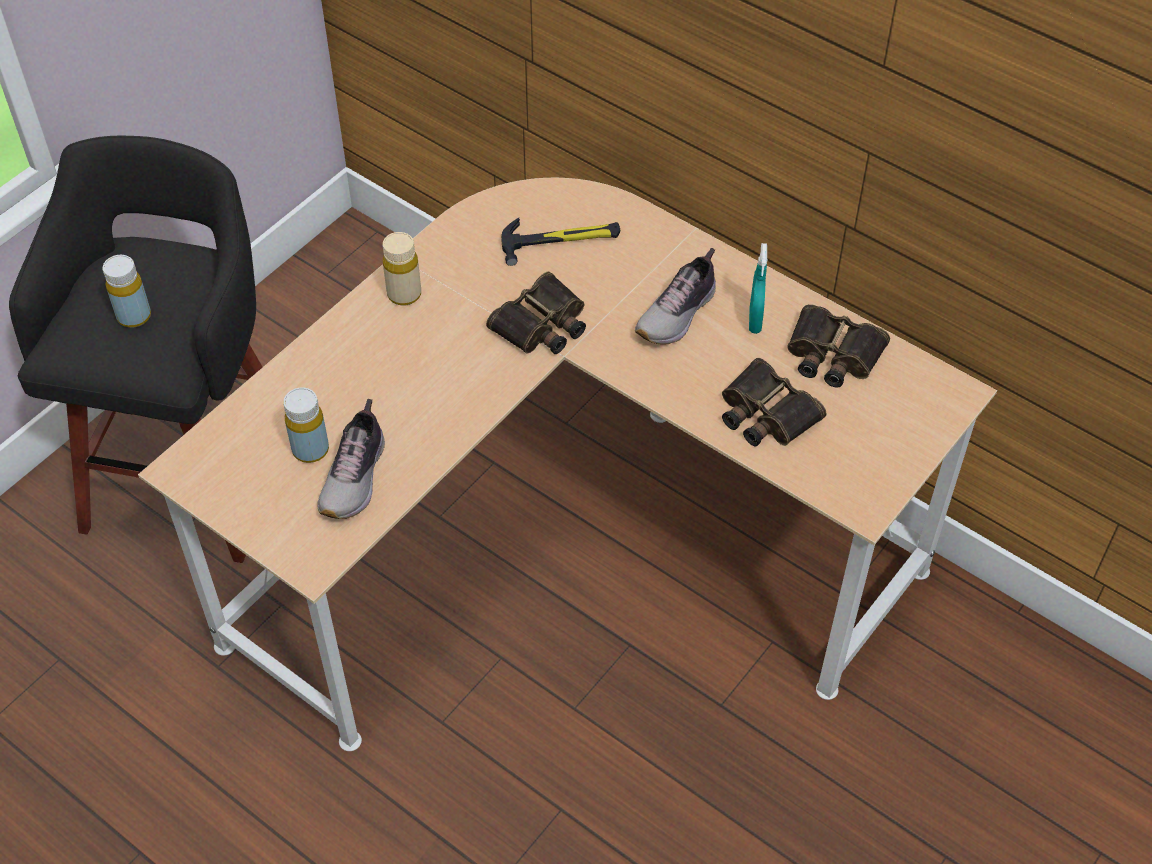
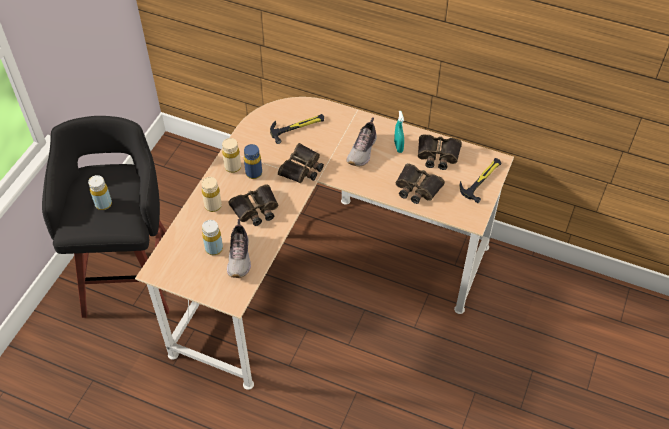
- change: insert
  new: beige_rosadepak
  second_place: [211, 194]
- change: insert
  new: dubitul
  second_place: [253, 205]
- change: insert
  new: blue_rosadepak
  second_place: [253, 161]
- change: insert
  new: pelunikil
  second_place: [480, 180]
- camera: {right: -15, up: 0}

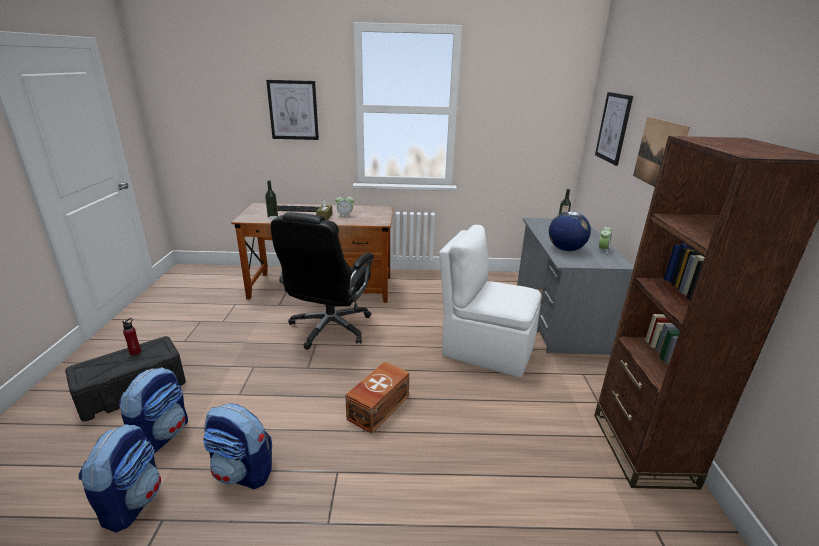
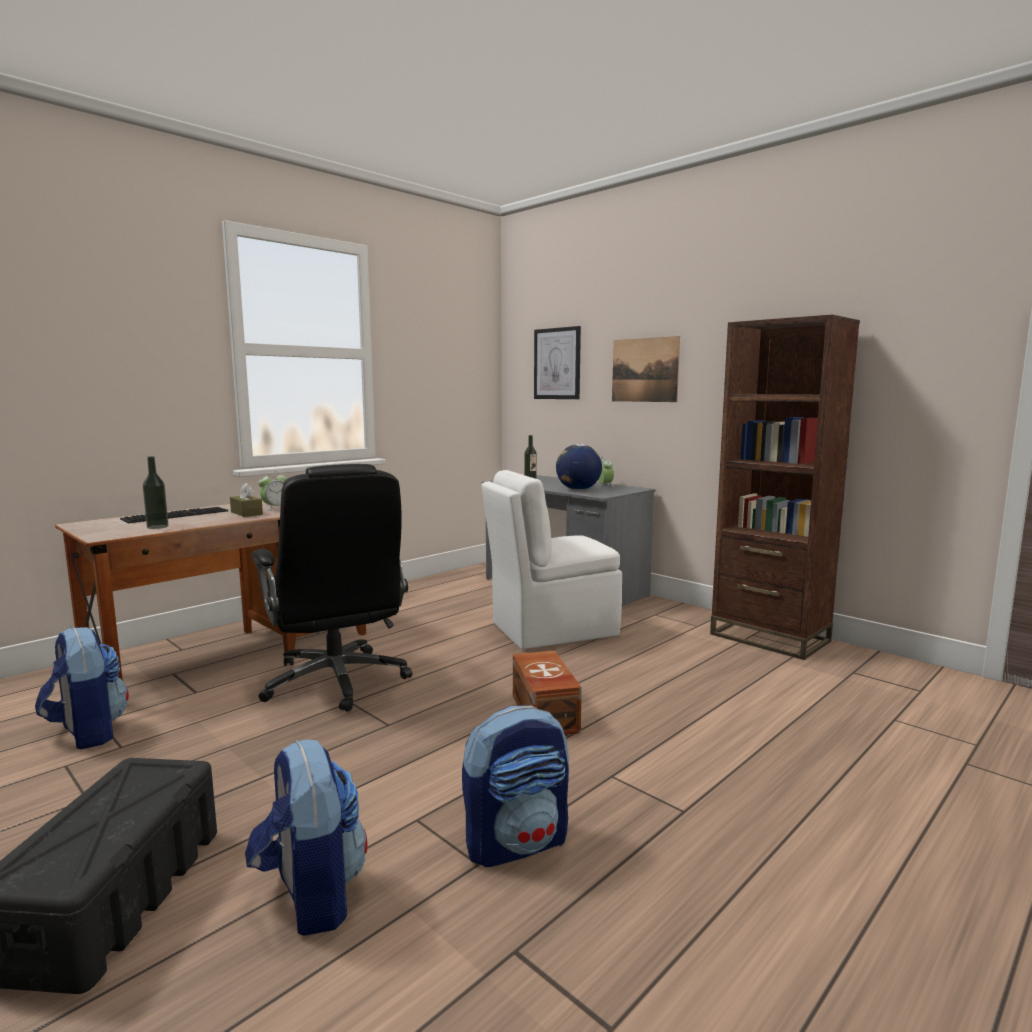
- change: move
  old: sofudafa
  first_place: [120, 478]
  second_place: [82, 688]
- change: delete
  old: red_rosadepak
  first_place: [131, 336]
- change: delete
  old: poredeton
  first_place: [292, 110]
- camera: {right: -45, up: -15}

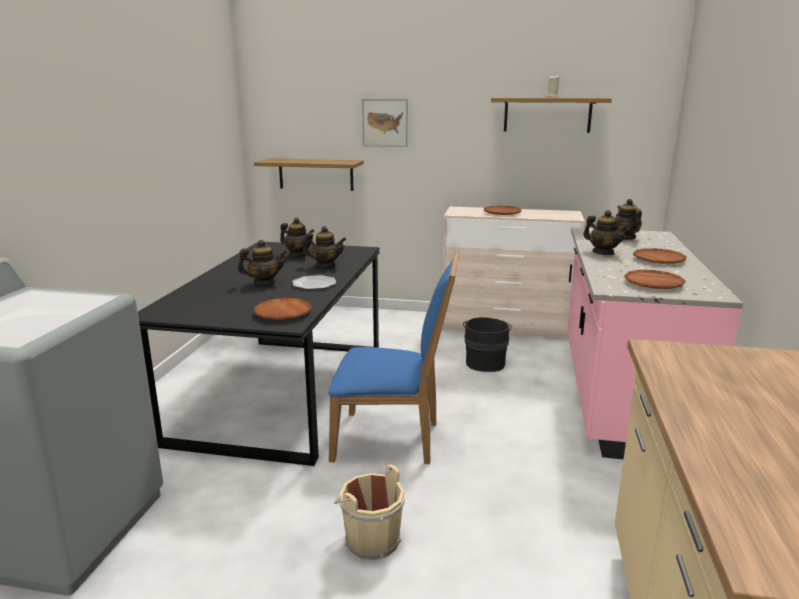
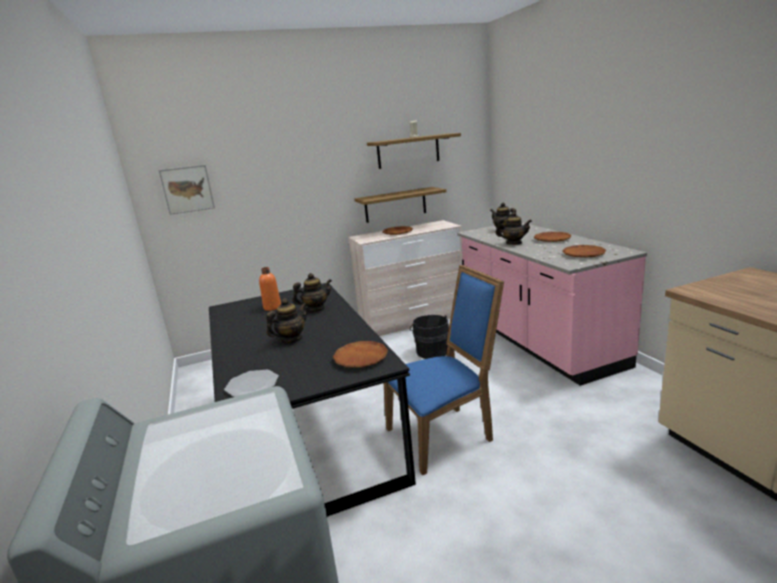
- change: move
  old: poredeton
  first_place: [385, 123]
  second_place: [187, 190]
- change: move
  old: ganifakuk
  first_place: [314, 282]
  second_place: [251, 383]
- change: replace
  old: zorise
  new: orange_rosadepak
  first_place: [297, 237]
  second_place: [270, 289]
- change: move
  old: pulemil
  first_place: [309, 174]
  second_place: [400, 205]
- change: delete
  old: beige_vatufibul
  first_place: [369, 512]
- camera: {right: -30, up: 0}

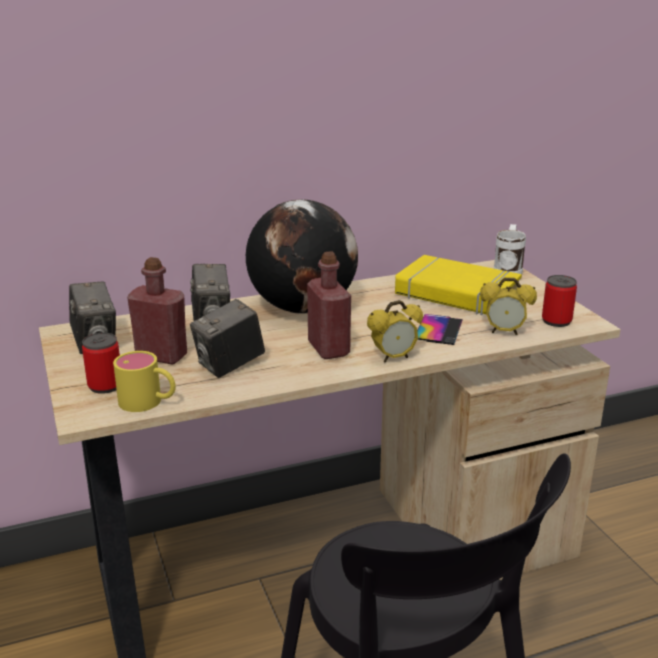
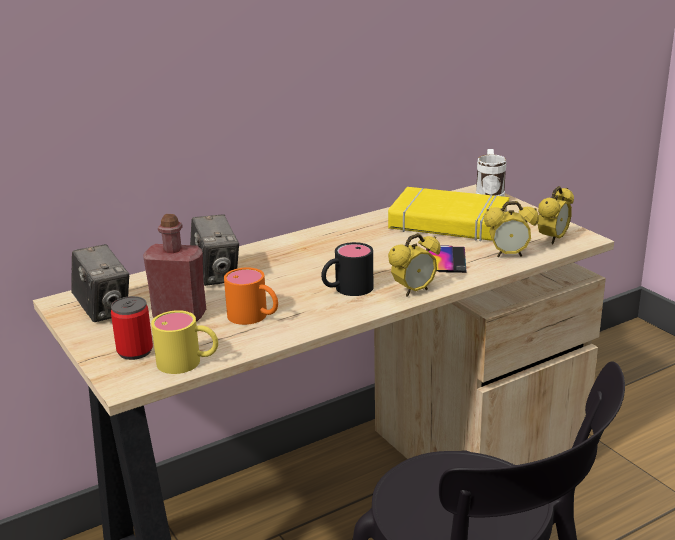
- change: replace
  old: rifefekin
  new: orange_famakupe
  first_place: [227, 338]
  second_place: [251, 296]
- change: replace
  old: red_rosadepak
  new: black_famakupe
  first_place: [329, 305]
  second_place: [347, 269]
- change: replace
  old: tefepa
  new: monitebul
  first_place: [559, 301]
  second_place: [556, 215]
- change: delete
  old: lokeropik
  first_place: [302, 257]
- camera: {right: -10, up: 0}

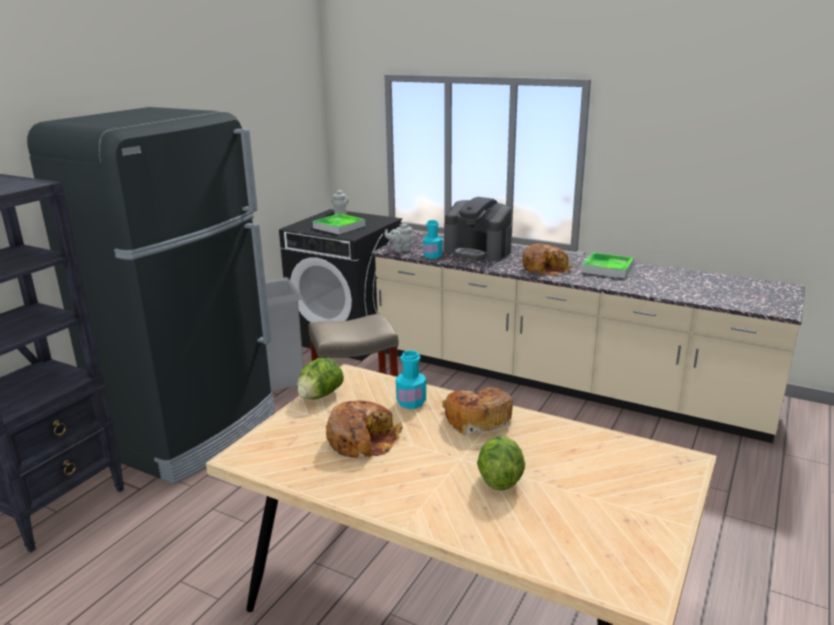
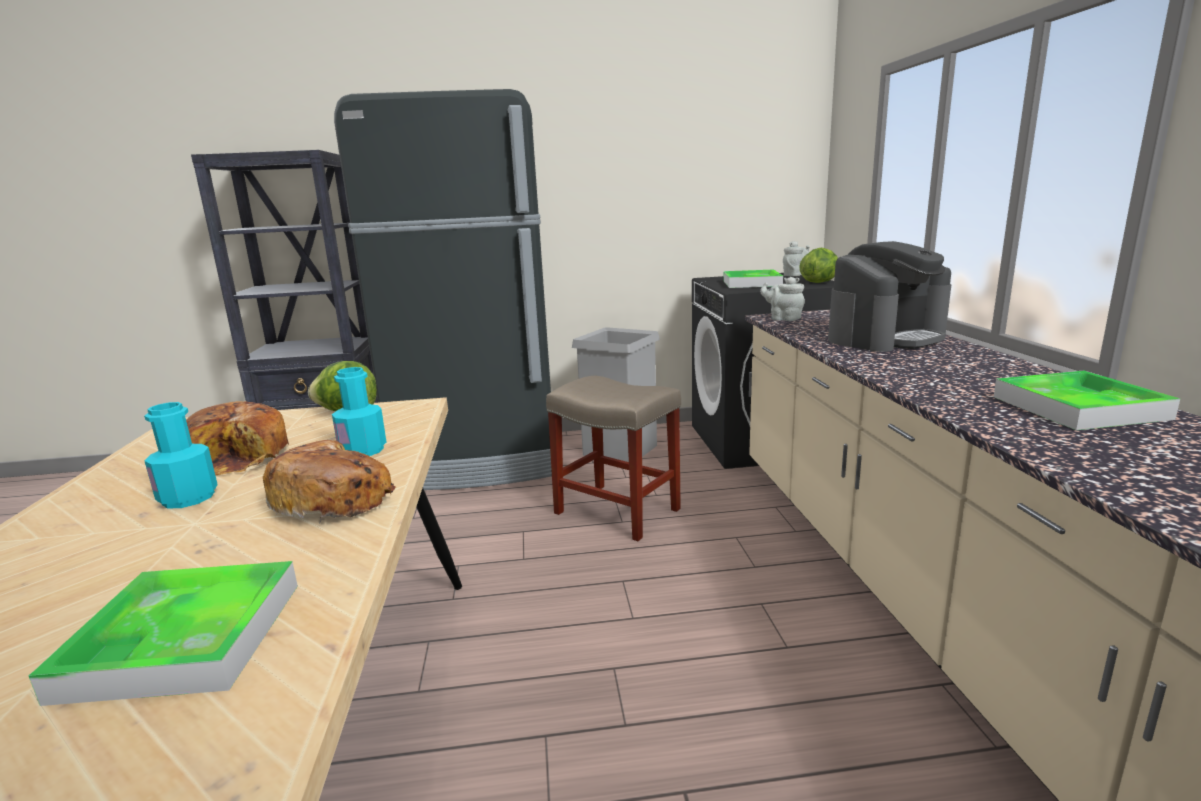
- change: insert
  new: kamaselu
  second_place: [163, 633]
- change: move
  old: turquoise_rosadepak
  first_place: [432, 239]
  second_place: [181, 455]
- change: move
  old: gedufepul
  first_place: [501, 463]
  second_place: [818, 265]
- change: rotate
  old: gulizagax
  first_place: [478, 229]
  second_place: [889, 296]
  degrees: -120
- change: delete
  old: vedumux
  first_place: [547, 260]
- camera: {right: 55, up: -5}

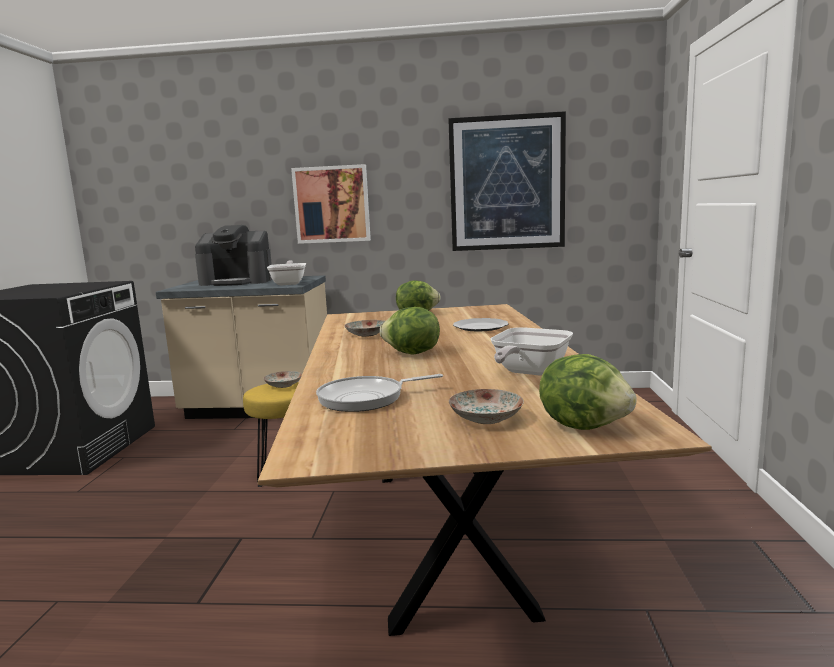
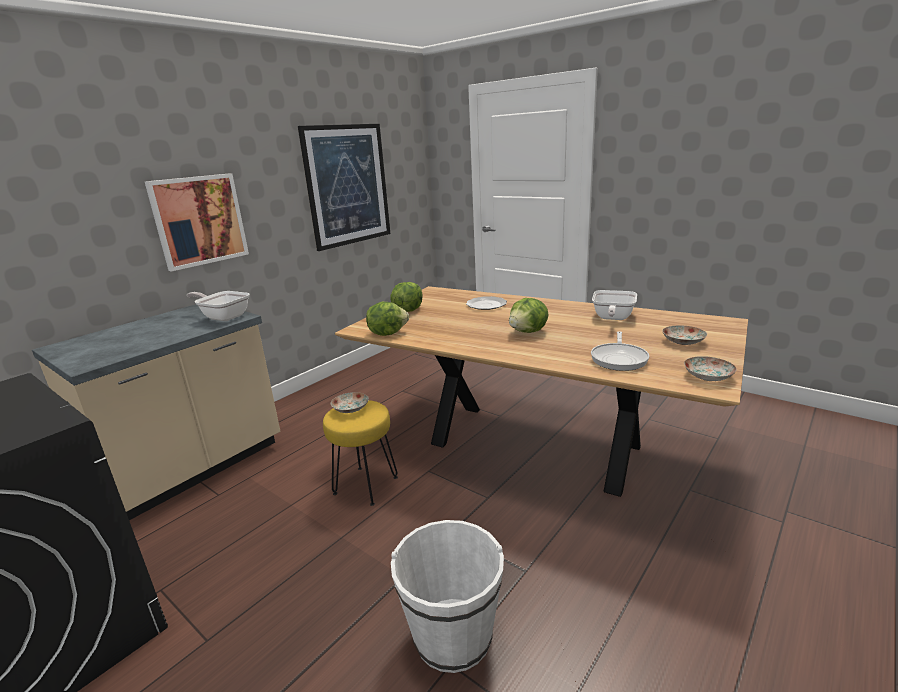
- change: move
  old: gedufepul
  first_place: [588, 392]
  second_place: [387, 319]
- change: insert
  new: white_vatufibul
  second_place: [447, 596]
- change: rotate
  old: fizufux
  first_place: [532, 351]
  second_place: [614, 305]
  degrees: 45
- change: move
  old: ganifakuk
  first_place: [364, 328]
  second_place: [710, 368]
- change: delete
  old: gulizagax
  first_place: [233, 255]
- camera: {right: -55, up: 10}

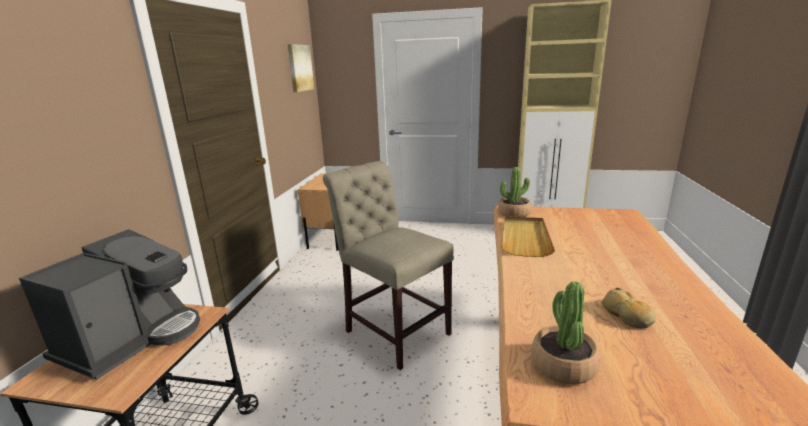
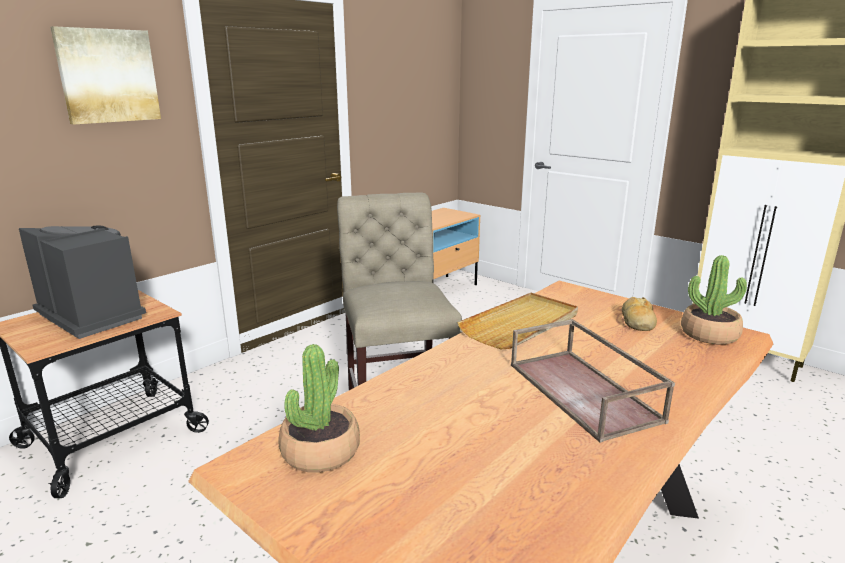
- change: rotate
  old: gulizagax
  first_place: [109, 304]
  second_place: [82, 282]
  degrees: -105
- change: move
  old: poredeton
  first_place: [301, 68]
  second_place: [105, 75]
- change: insert
  new: brown_kamaselu
  second_place: [593, 381]
- change: move
  old: vedumux
  first_place: [628, 308]
  second_place: [639, 314]
- change: move
  old: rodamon
  first_place: [514, 192]
  second_place: [714, 299]
- camera: {right: 30, up: 0}

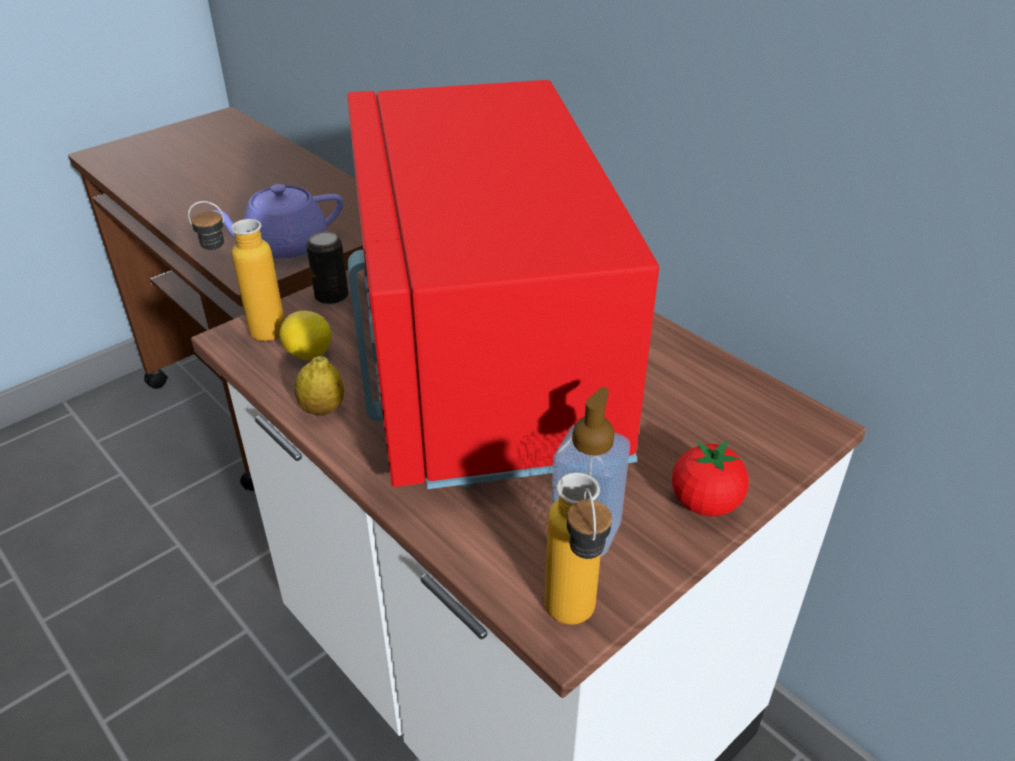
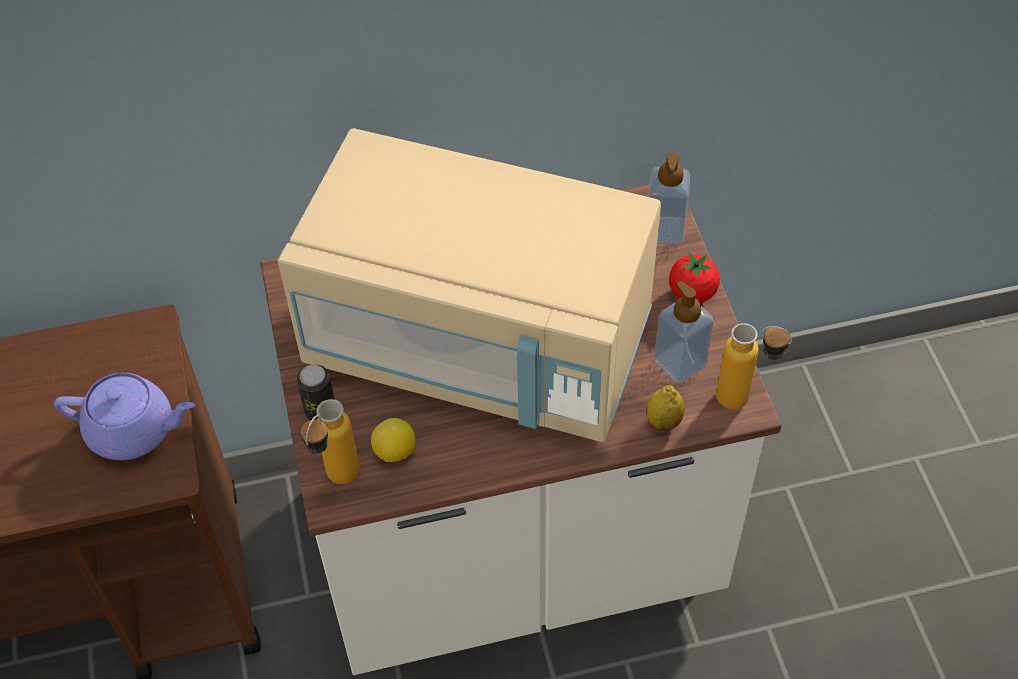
- change: rotate
  old: purple_zorise
  first_place: [278, 221]
  second_place: [124, 416]
  degrees: -90
- change: recolor
  old: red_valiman
  new: beige_valiman
  first_place: [503, 284]
  second_place: [469, 285]
- change: move
  old: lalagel
  first_place: [319, 386]
  second_place: [666, 408]
- change: insert
  new: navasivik
  second_place: [669, 198]
- camera: {right: -60, up: 15}

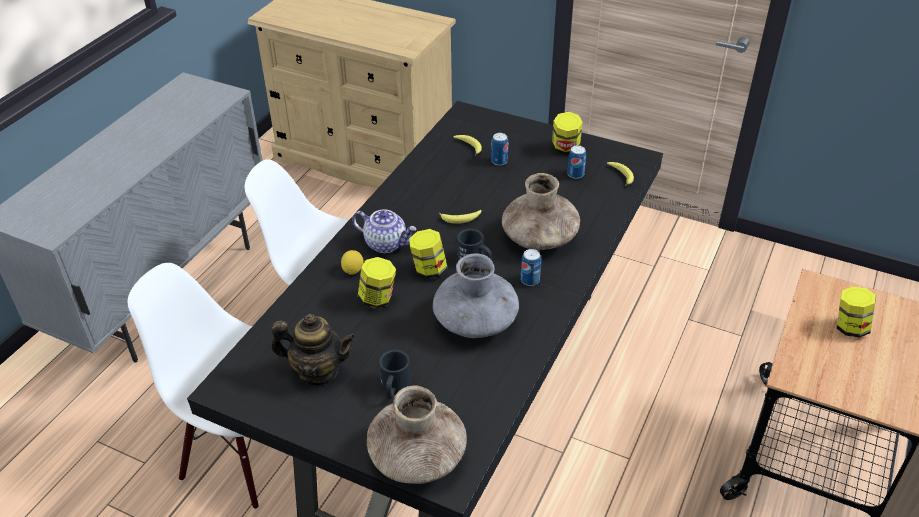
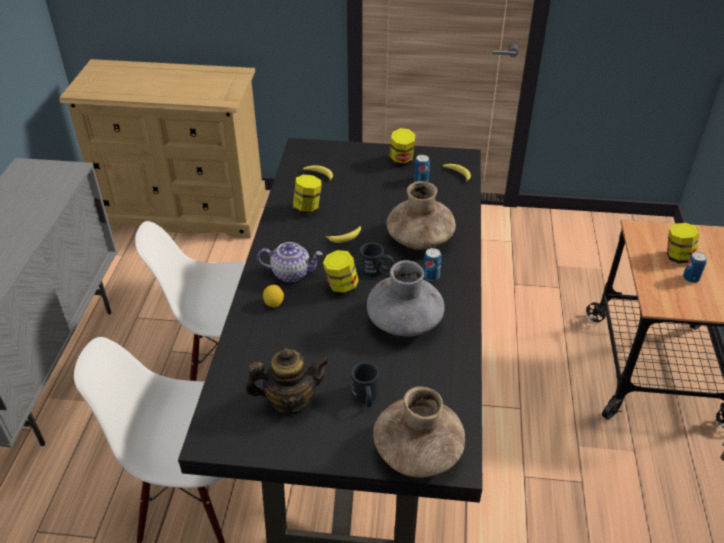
- change: move
  old: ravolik
  first_place: [377, 283]
  second_place: [307, 195]
- change: move
  old: tefepa
  first_place: [499, 149]
  second_place: [695, 267]
- camera: {right: -20, up: 0}

